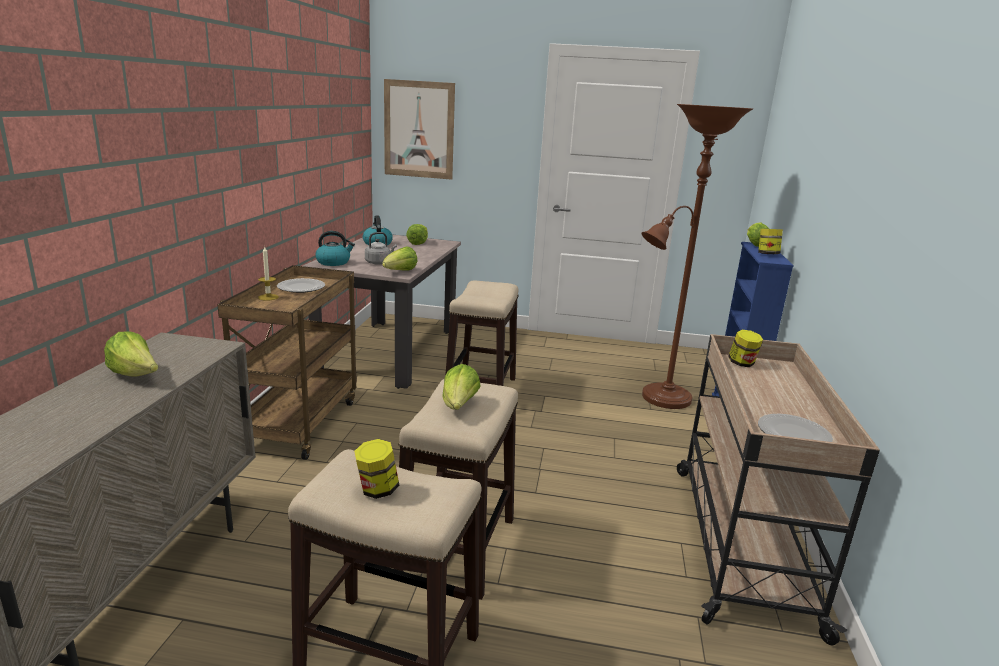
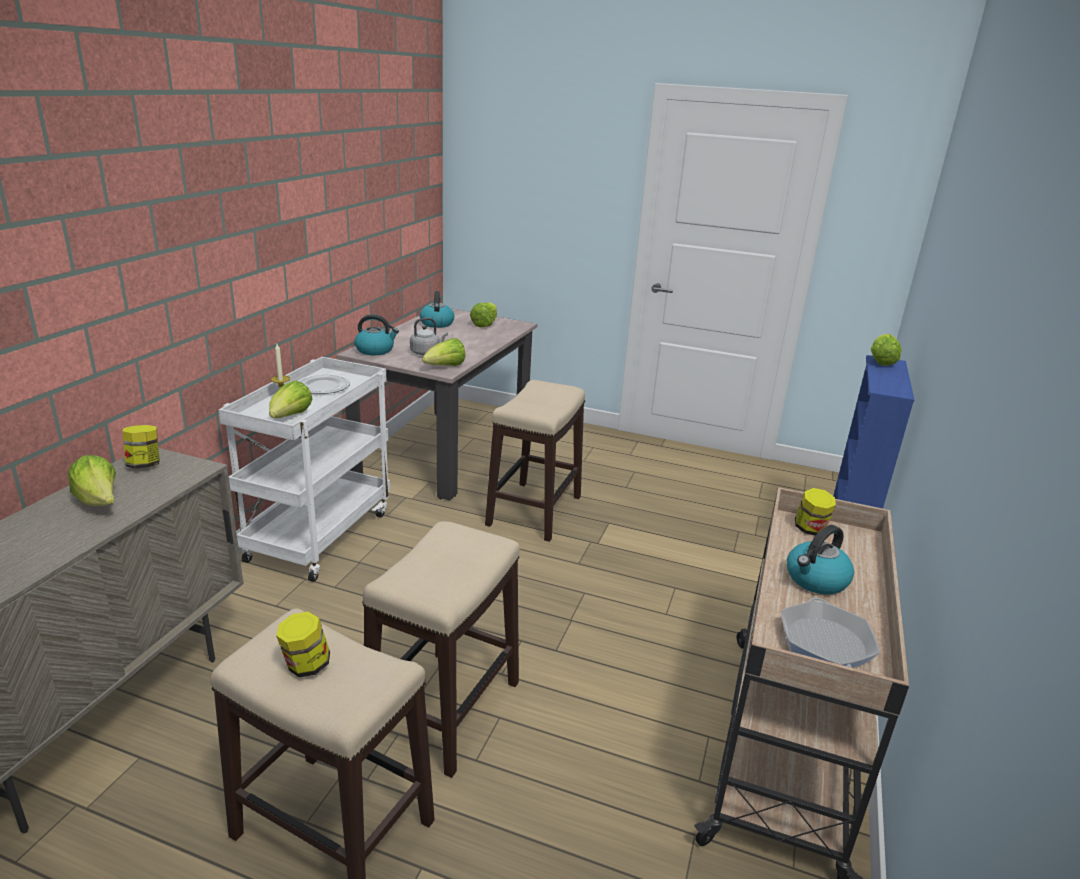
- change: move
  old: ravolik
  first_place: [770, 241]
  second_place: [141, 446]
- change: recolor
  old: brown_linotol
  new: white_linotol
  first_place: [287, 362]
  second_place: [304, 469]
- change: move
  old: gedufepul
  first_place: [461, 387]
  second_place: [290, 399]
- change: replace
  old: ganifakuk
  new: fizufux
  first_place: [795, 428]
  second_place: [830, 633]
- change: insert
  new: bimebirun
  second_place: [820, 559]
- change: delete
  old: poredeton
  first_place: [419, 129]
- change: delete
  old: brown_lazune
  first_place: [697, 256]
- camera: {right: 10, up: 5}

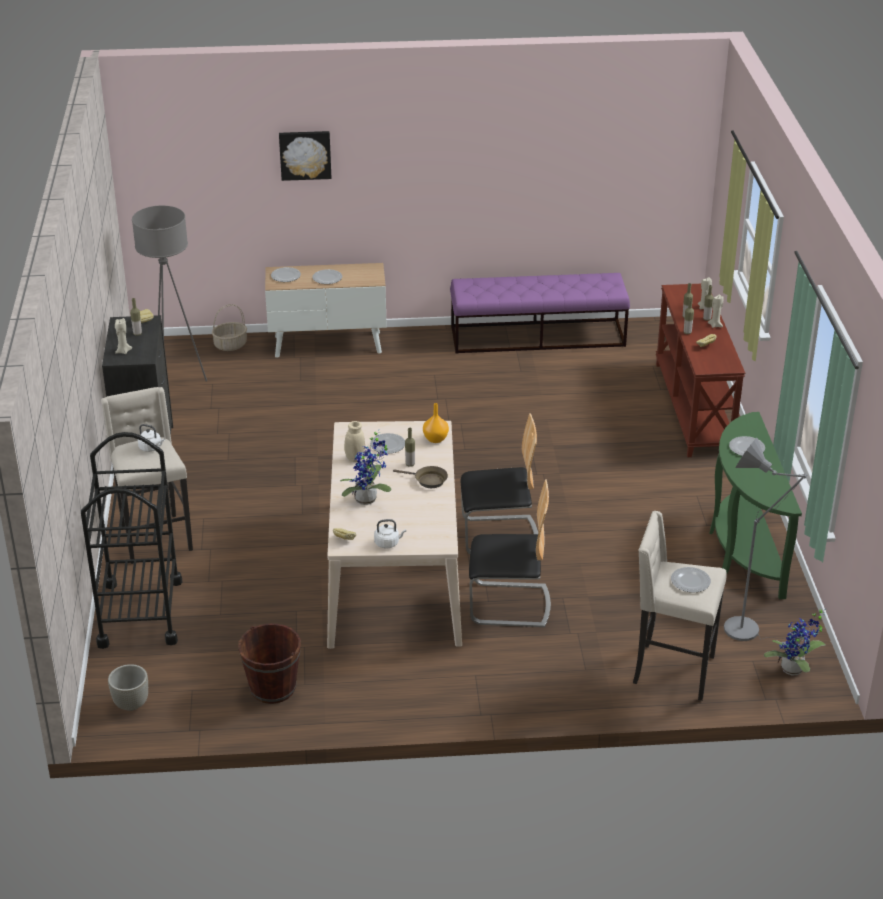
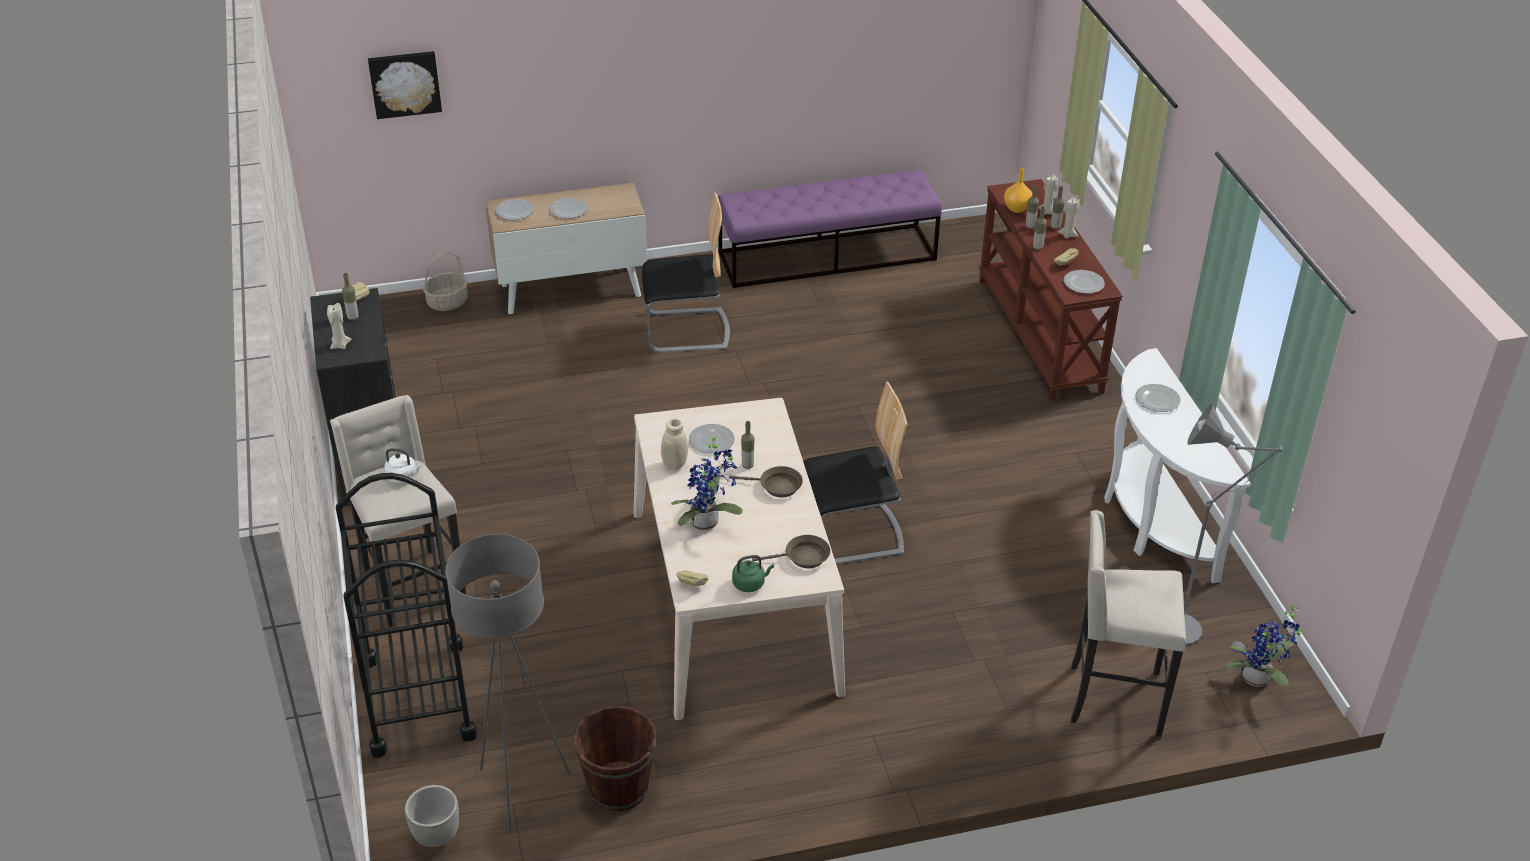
- change: move
  old: poredeton
  first_place: [305, 156]
  second_place: [405, 85]
- change: move
  old: grey_lazune
  first_place: [169, 294]
  second_place: [507, 683]
- change: move
  old: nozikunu
  first_place: [510, 553]
  second_place: [686, 273]
- change: recolor
  old: white_bimebirun
  new: green_bimebirun
  first_place: [390, 533]
  second_place: [753, 573]
- change: insert
  new: brown_fizufux
  second_place: [791, 551]
- change: move
  old: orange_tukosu
  first_place: [436, 423]
  second_place: [1018, 190]
- change: move
  old: ganifakuk
  first_place: [691, 580]
  second_place: [1084, 282]
- change: recolor
  old: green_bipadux
  new: white_bipadux
  first_place: [755, 505]
  second_place: [1177, 465]
- camera: {right: -10, up: 5}

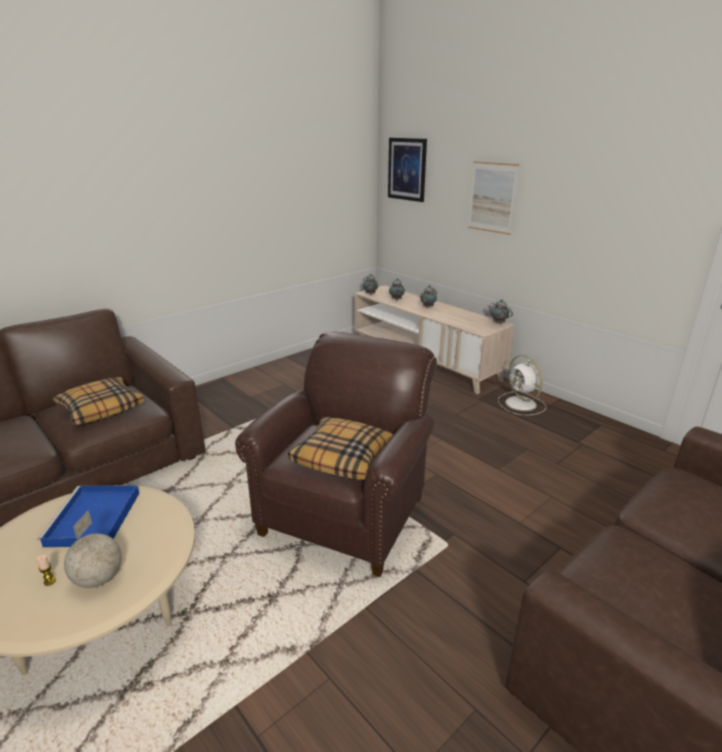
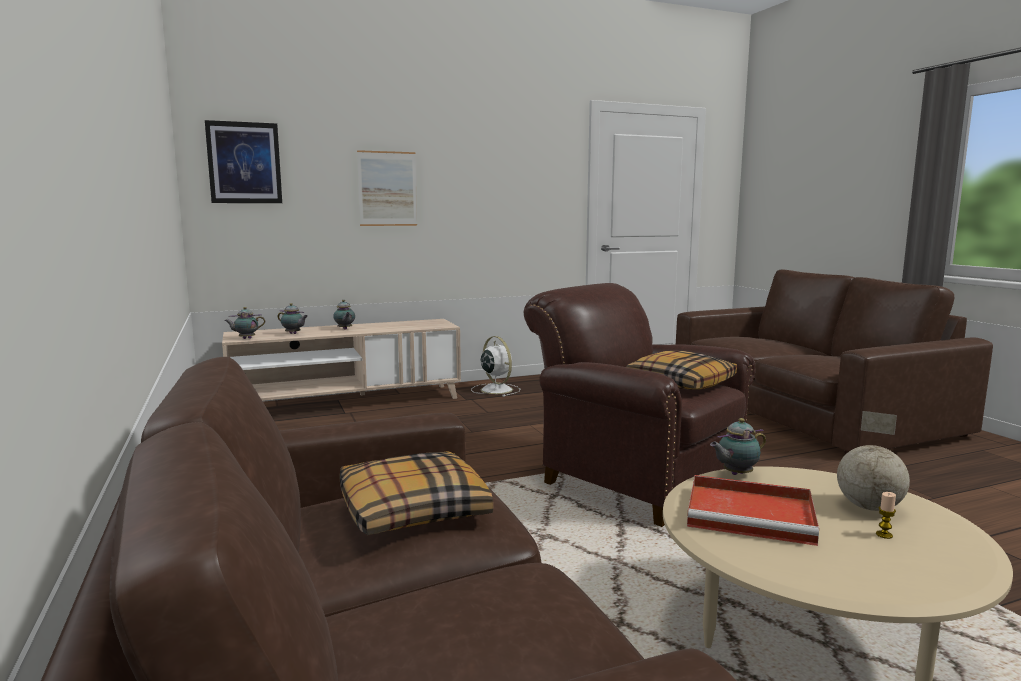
- change: rotate
  old: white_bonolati
  first_place: [522, 385]
  second_place: [495, 366]
  degrees: -120
- change: recolor
  old: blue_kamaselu
  new: red_kamaselu
  first_place: [88, 516]
  second_place: [753, 510]
- change: move
  old: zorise
  first_place: [500, 311]
  second_place: [738, 446]
- camera: {right: -70, up: -15}

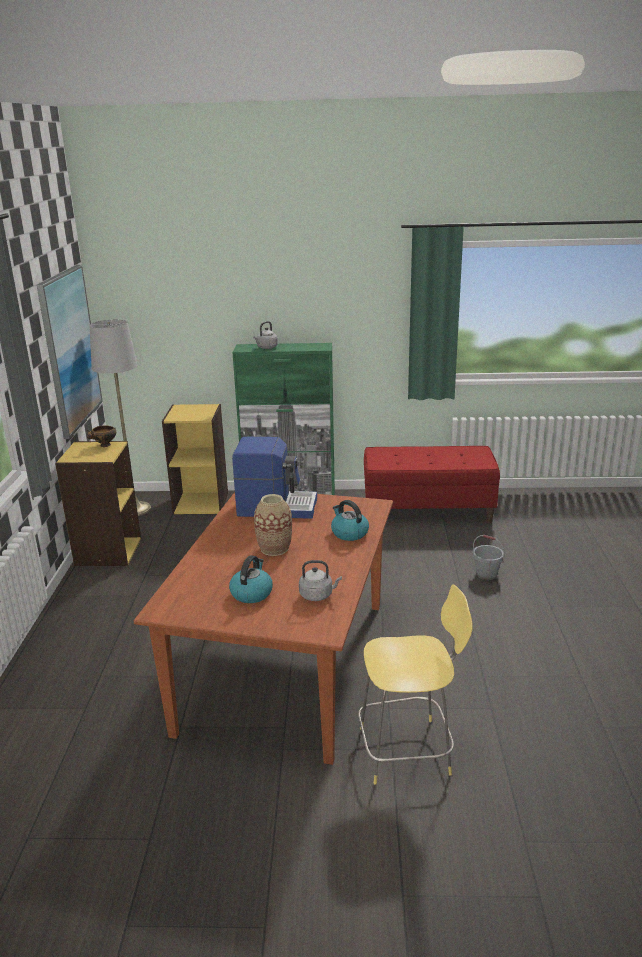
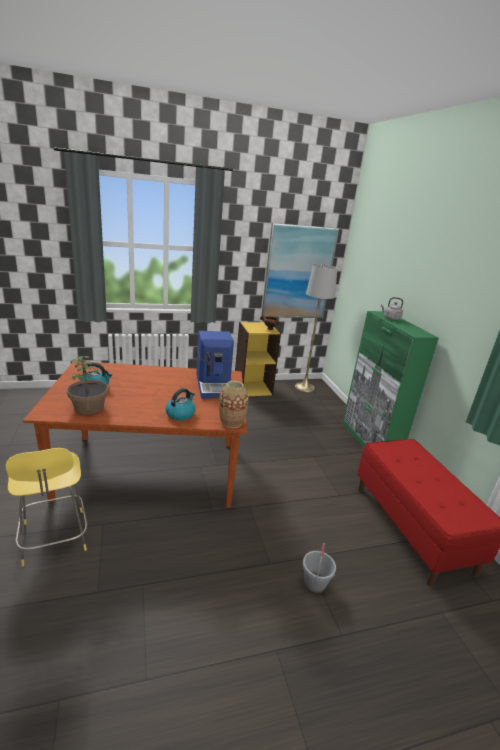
- change: replace
  old: grey_bimebirun
  new: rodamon
  first_place: [320, 580]
  second_place: [88, 385]
- change: move
  old: tukosu
  first_place: [273, 525]
  second_place: [233, 404]
- change: delete
  old: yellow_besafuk
  first_place: [195, 459]
- camera: {right: 70, up: 0}

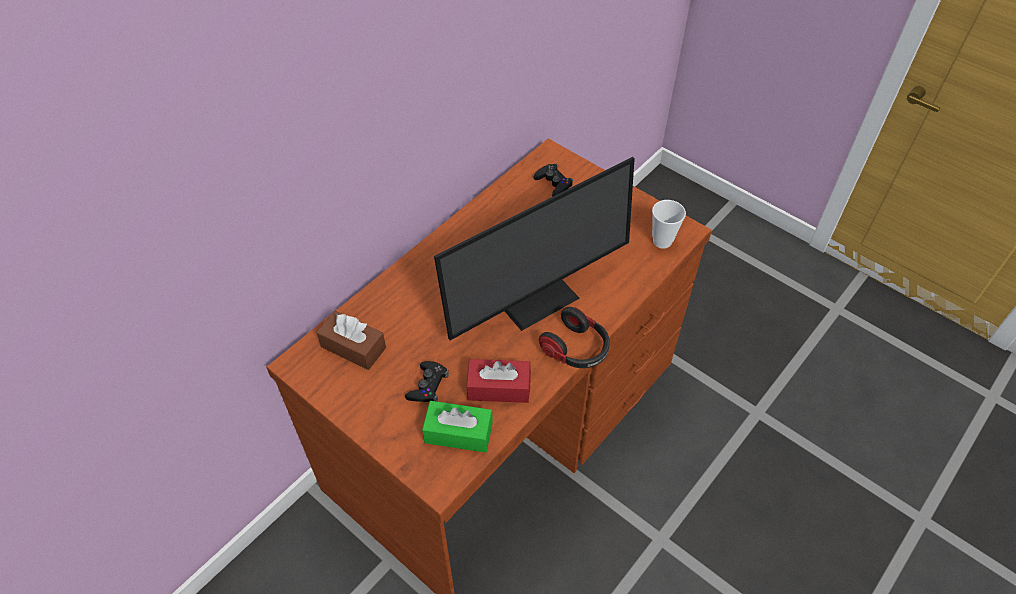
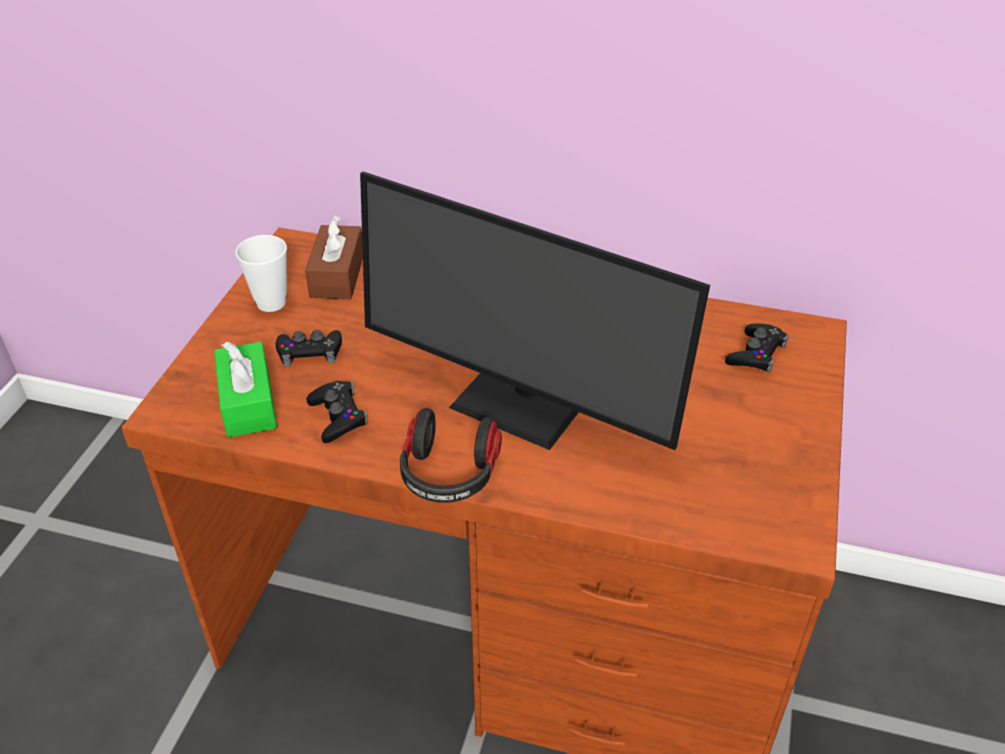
- change: move
  old: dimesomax
  first_place: [669, 224]
  second_place: [261, 273]
- change: replace
  old: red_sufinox
  new: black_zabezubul
  first_place: [498, 381]
  second_place: [337, 412]
- camera: {right: 65, up: -10}

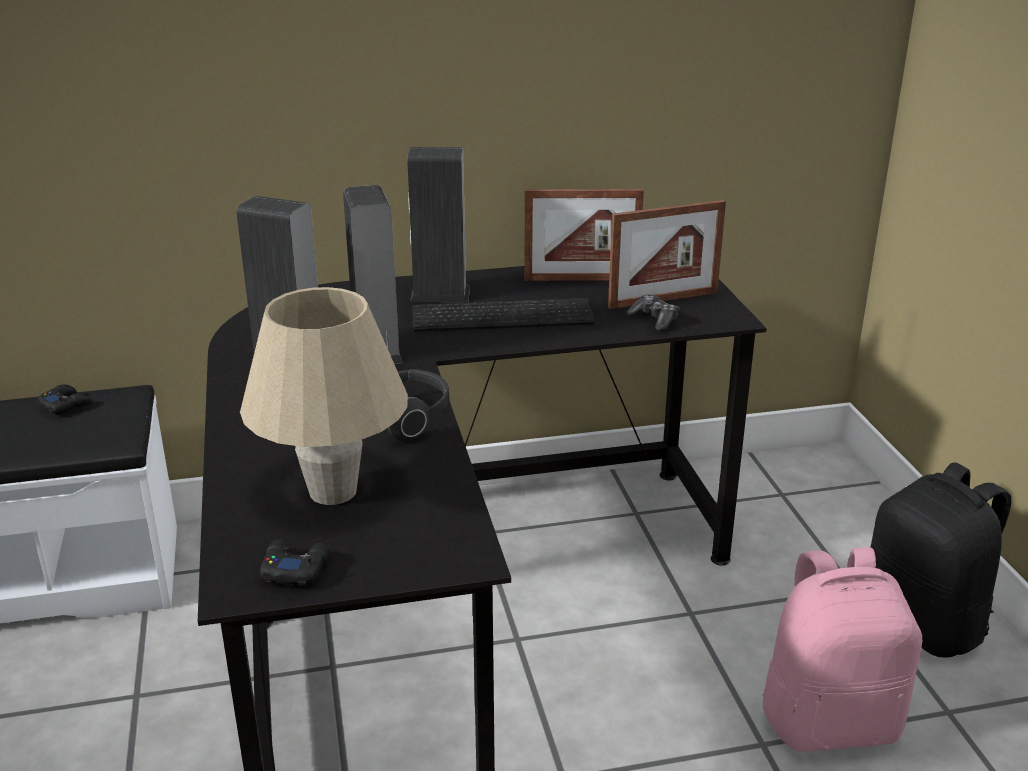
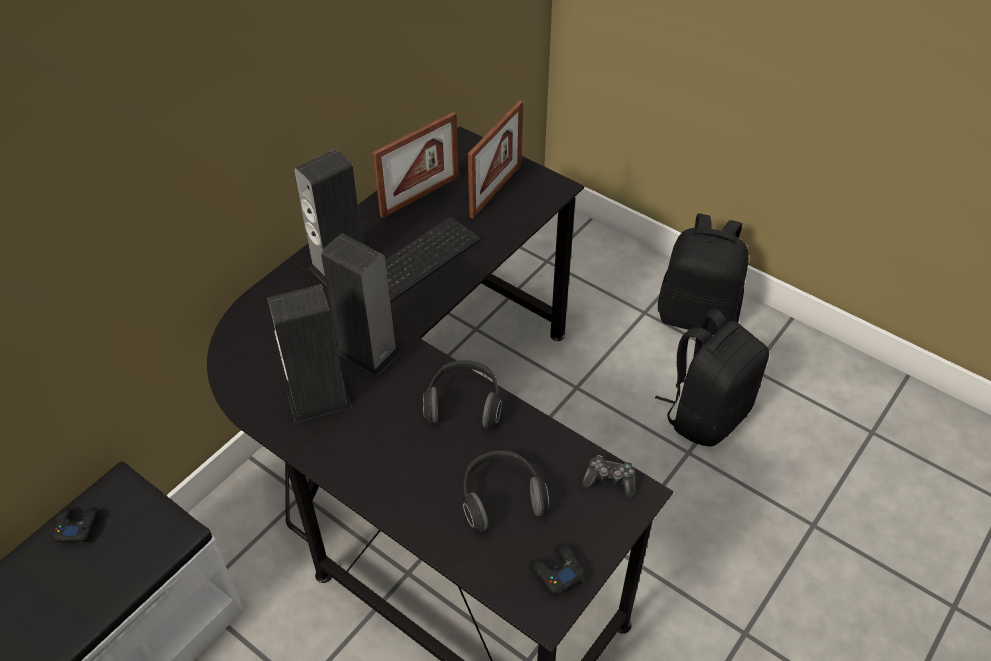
- change: replace
  old: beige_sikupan
  new: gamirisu
  first_place: [324, 396]
  second_place: [506, 491]
- change: move
  old: zabezubul
  first_place: [653, 312]
  second_place: [608, 476]
- change: recolor
  old: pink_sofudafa
  new: black_sofudafa
  first_place: [842, 649]
  second_place: [712, 377]
- camera: {right: -40, up: 20}

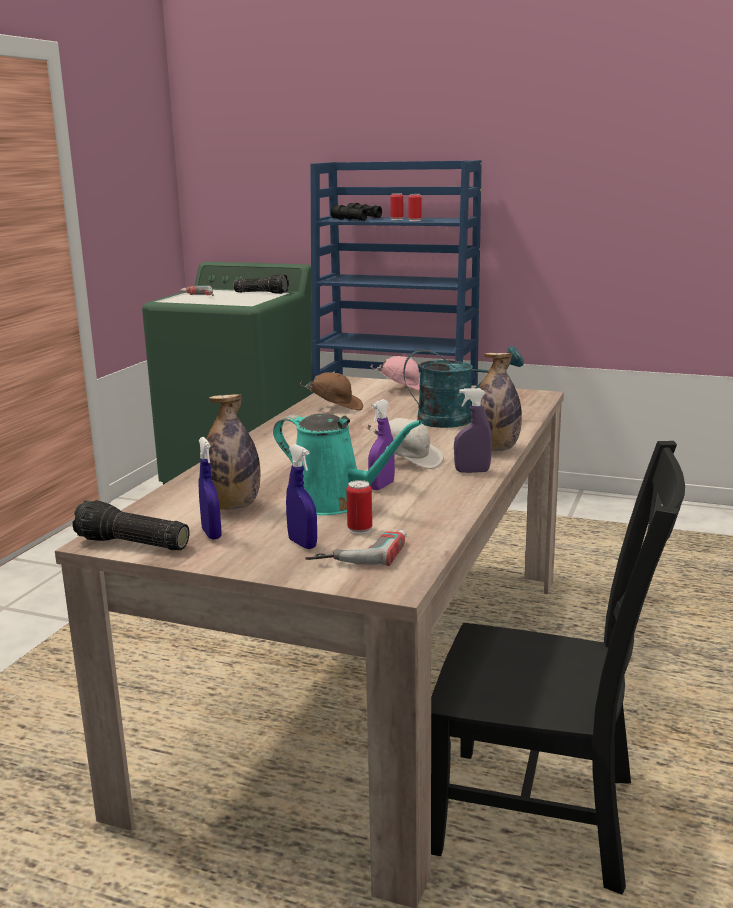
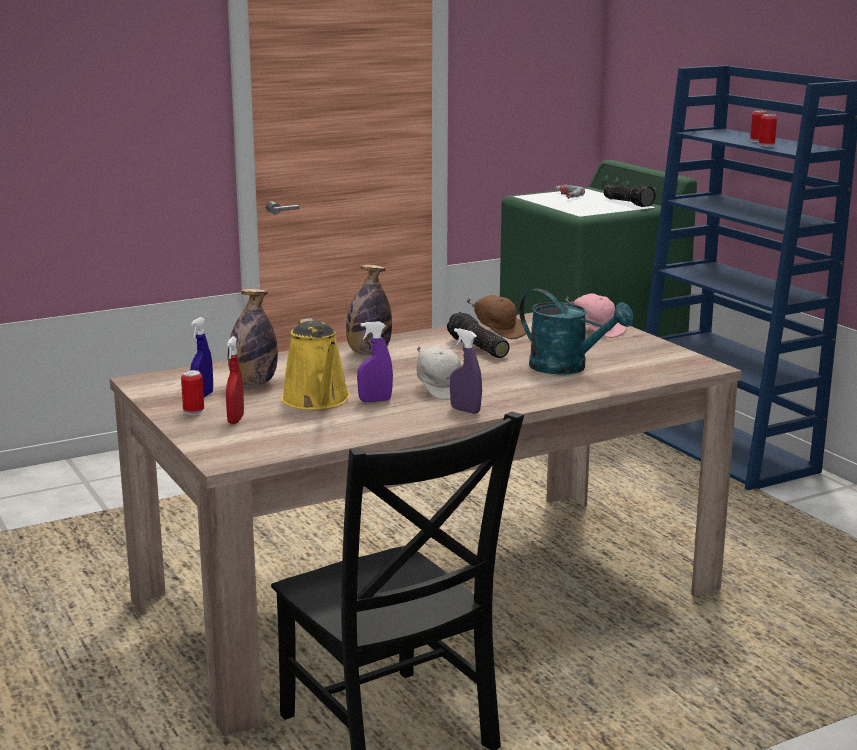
- change: move
  old: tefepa
  first_place: [359, 507]
  second_place: [192, 392]
- change: recolor
  old: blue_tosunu
  new: red_tosunu
  first_place: [301, 496]
  second_place: [235, 380]
- change: recolor
  old: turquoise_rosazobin
  new: yellow_rosazobin
  first_place: [347, 464]
  second_place: [316, 364]
- change: move
  old: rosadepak
  first_place: [500, 402]
  second_place: [369, 310]
- change: move
  old: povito
  first_place: [131, 525]
  second_place: [478, 335]
- change: delete
  old: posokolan
  first_place: [356, 548]
- change: delete
  old: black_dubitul
  first_place: [356, 212]
- camera: {right: 40, up: 0}

